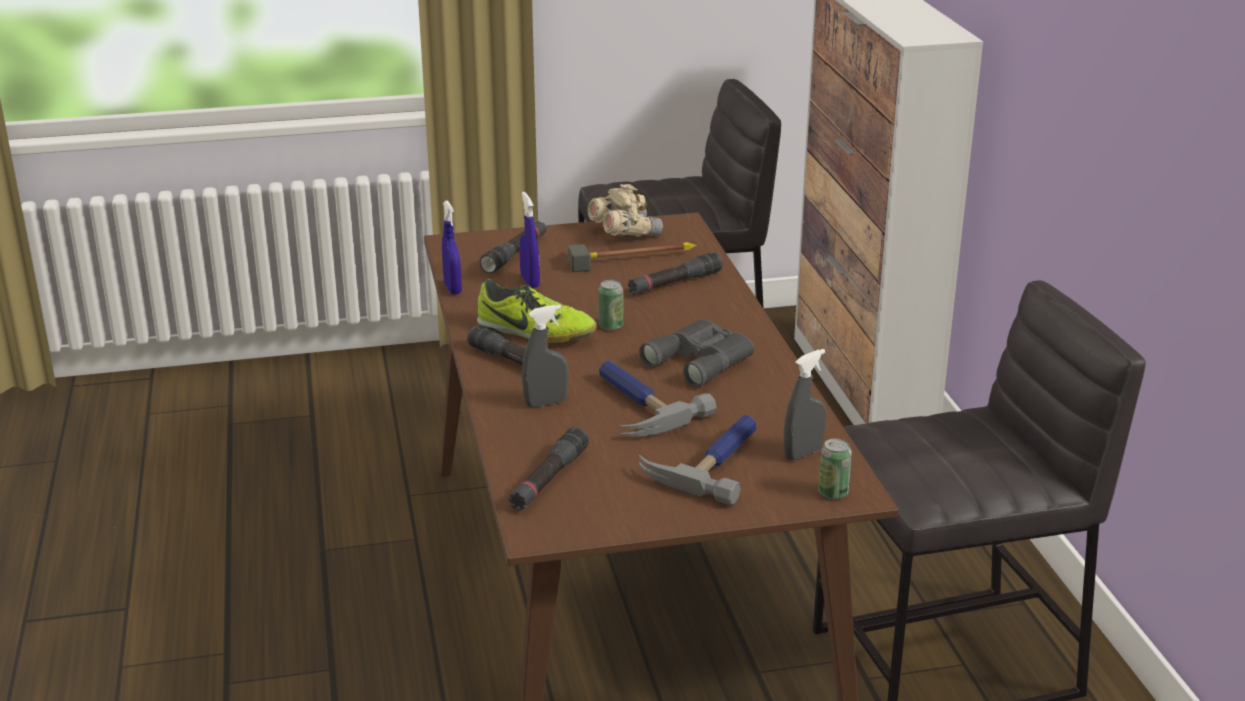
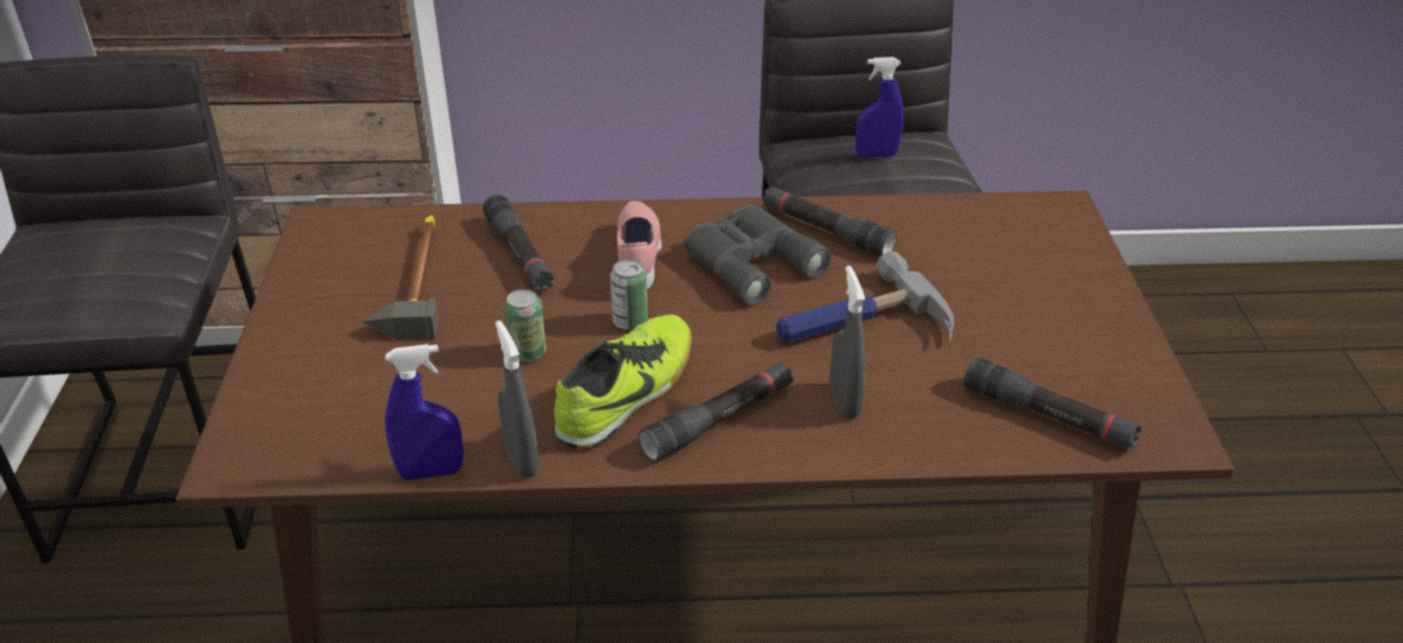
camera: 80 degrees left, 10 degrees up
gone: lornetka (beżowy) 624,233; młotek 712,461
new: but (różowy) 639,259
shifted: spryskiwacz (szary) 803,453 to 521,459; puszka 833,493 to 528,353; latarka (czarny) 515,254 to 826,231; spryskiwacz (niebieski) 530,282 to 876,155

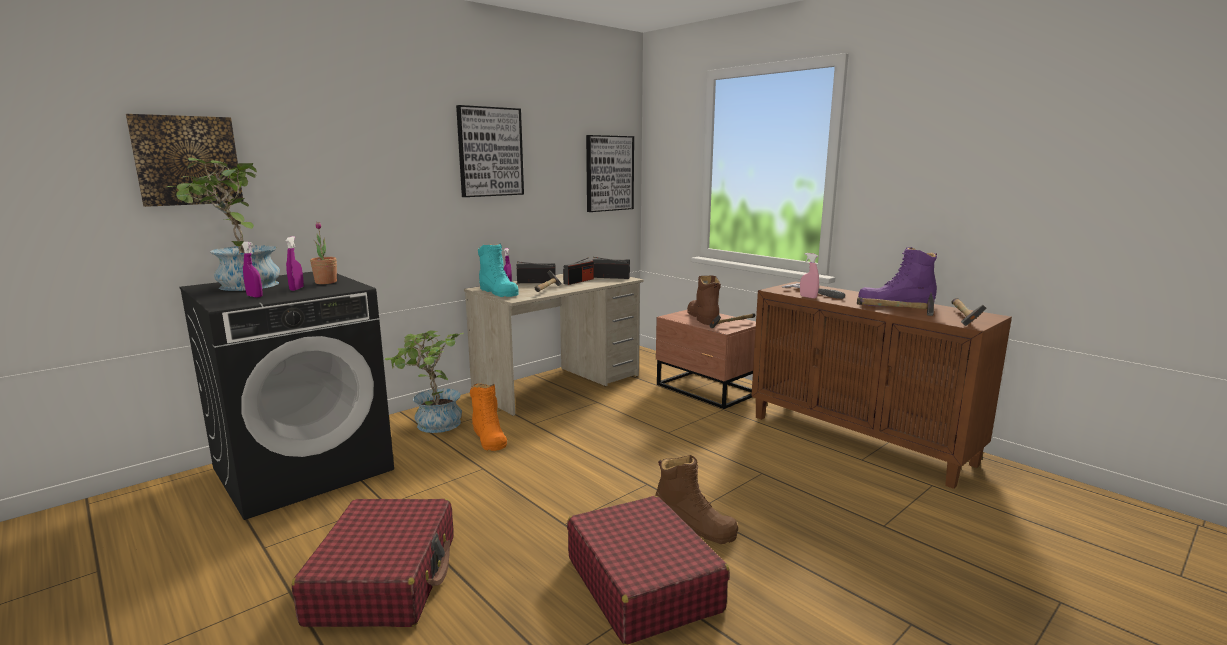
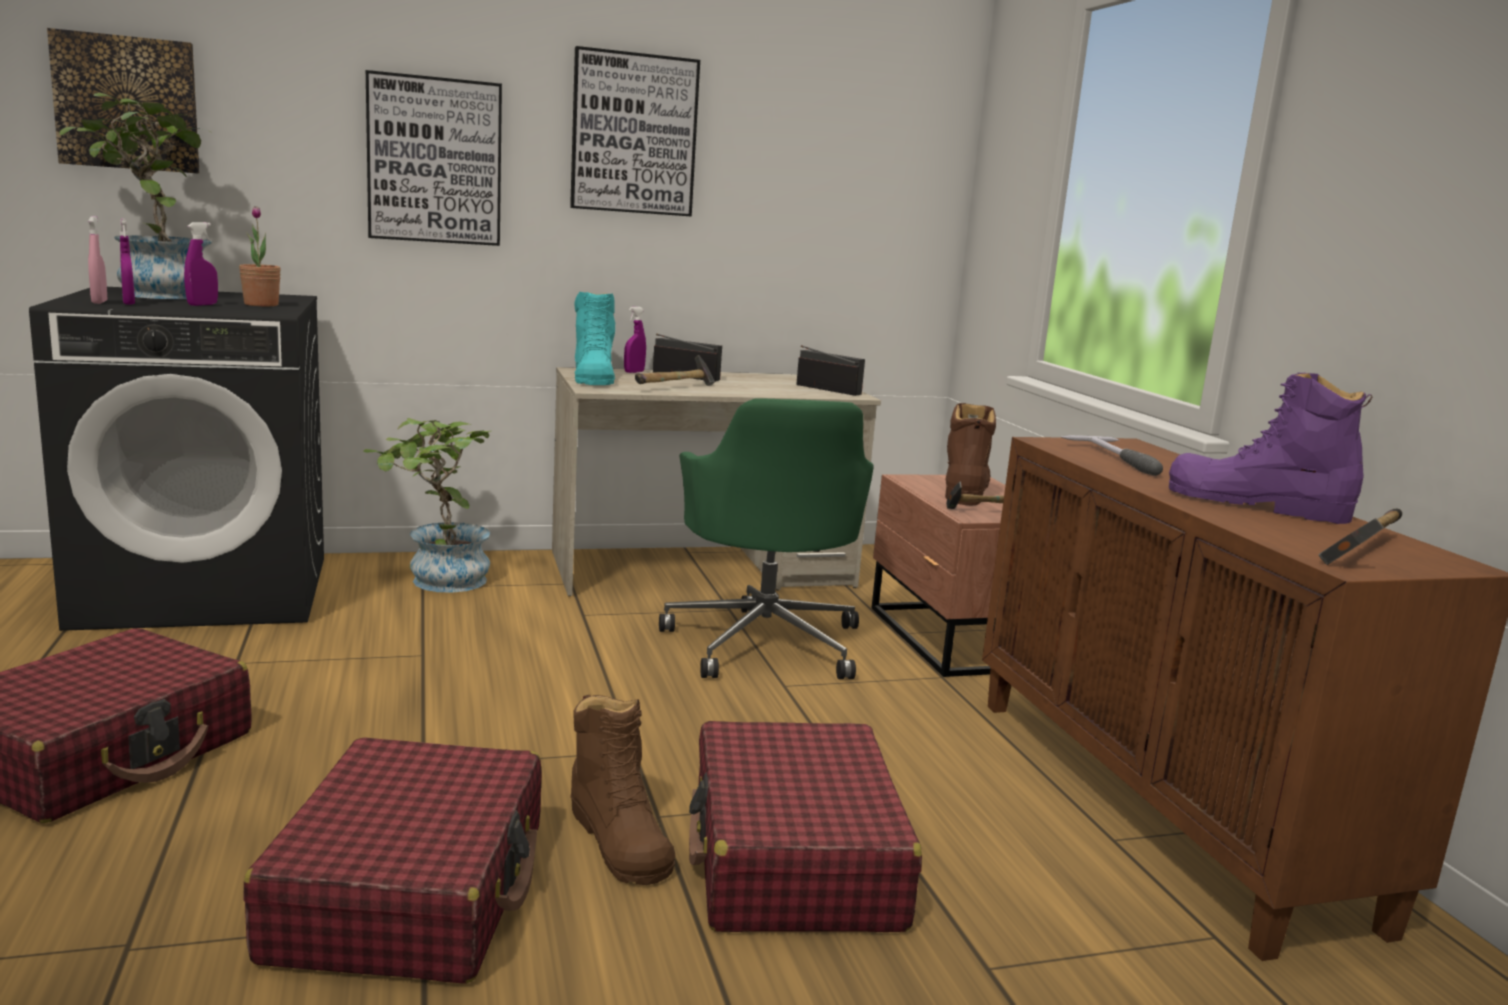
camera: 25 degrees right, 0 degrees up
gone: but z cholewką (pomarańczowy) 489,437; radio 579,281; młotek 896,312
new: krzesło biurowe (zielony) 765,642; walizka (czerwony) 793,858
shifted: spryskiwacz (różowy) 808,297 to 99,302; obraz 609,173 to 434,161

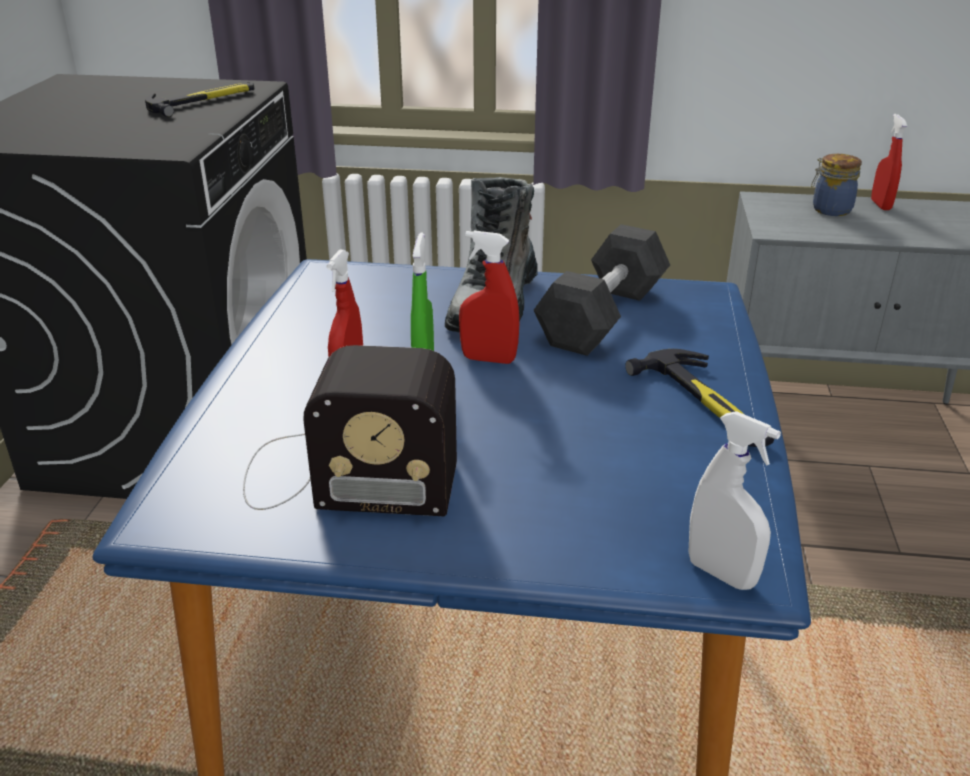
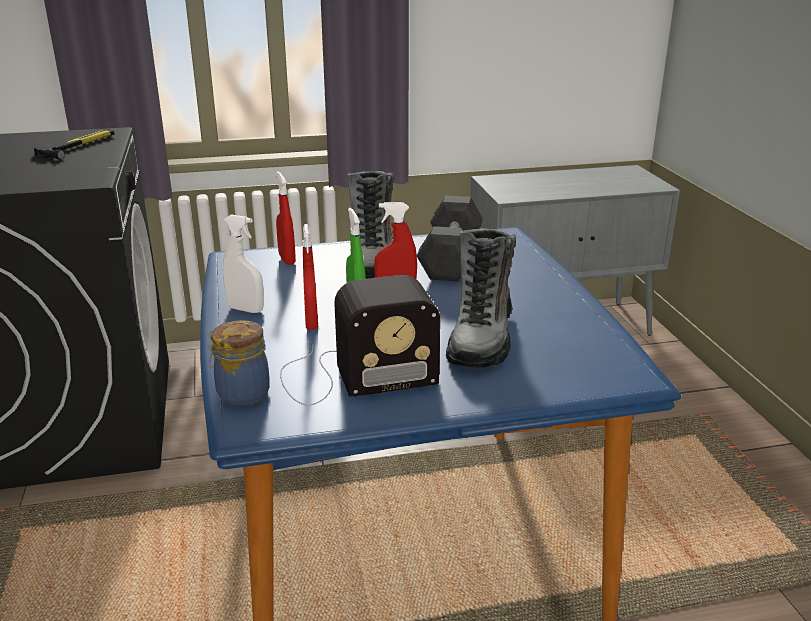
camera: 20 degrees left, 5 degrees down
gone: młotek 706,403
new: but z cholewką 481,337
shifted: słoik 829,209 to 241,393; spryskiwacz (biały) 721,573 to 246,309; spryskiwacz (czerwony) 880,205 to 287,259

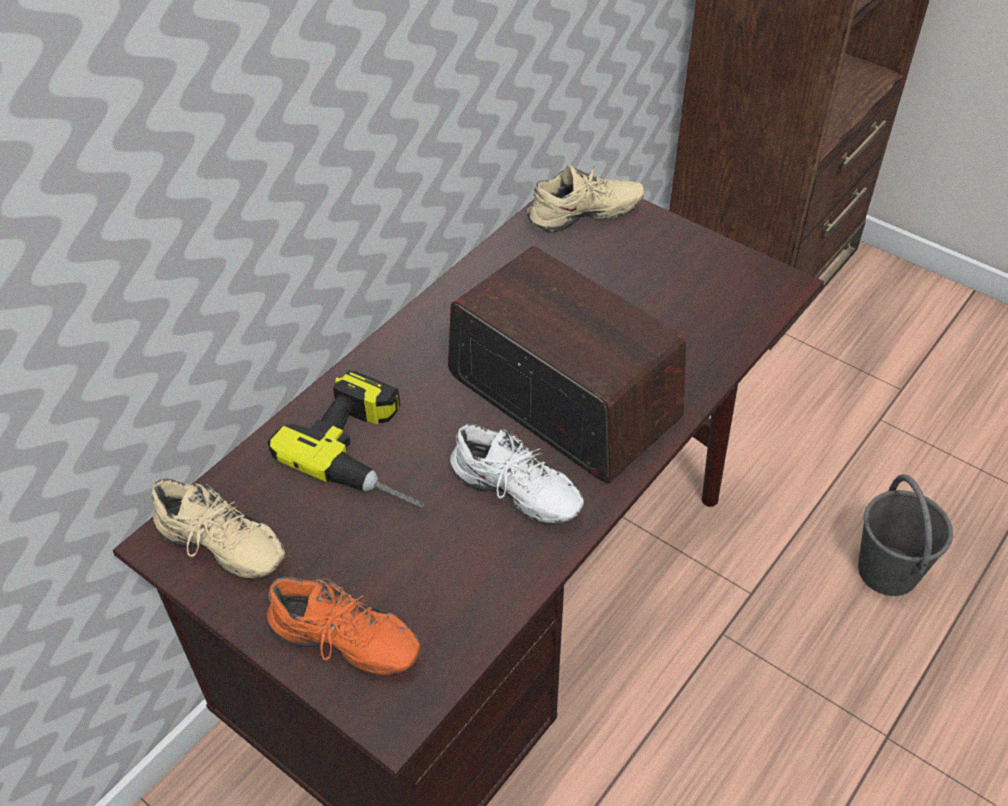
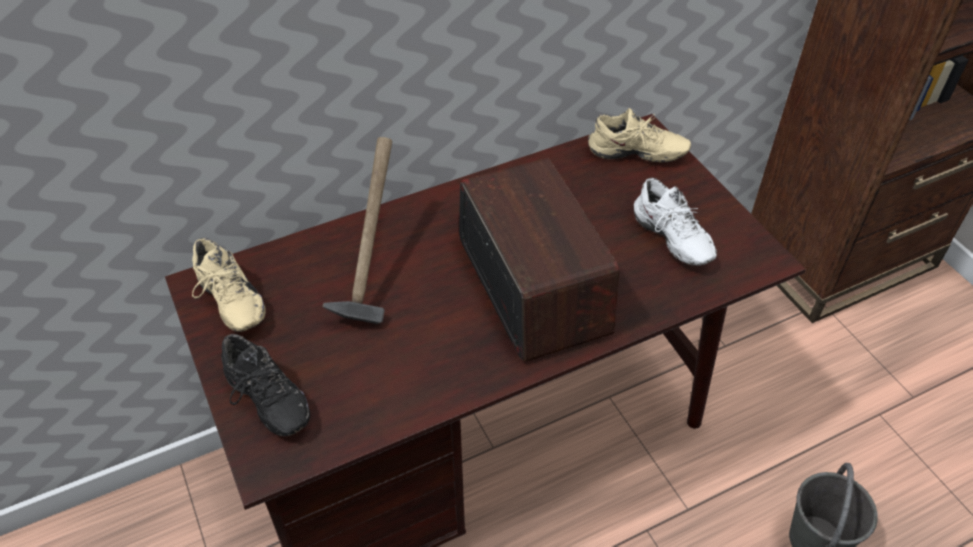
camera: 25 degrees right, 0 degrees up
shifted: but (biały) 513,496 to 669,240
swapped: wiertarka 373,451 to młotek 371,274
repainted: but (pomarańczowy) 342,647 to but (czarny) 264,402

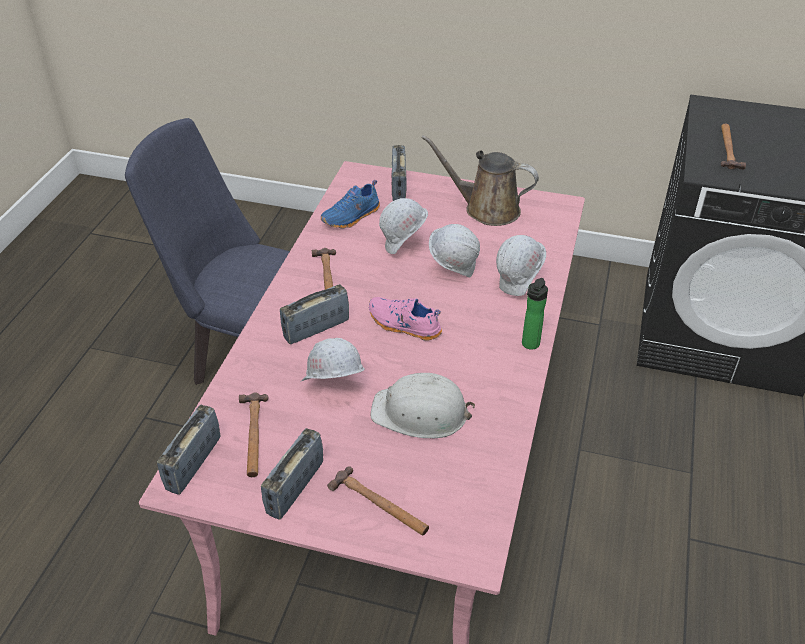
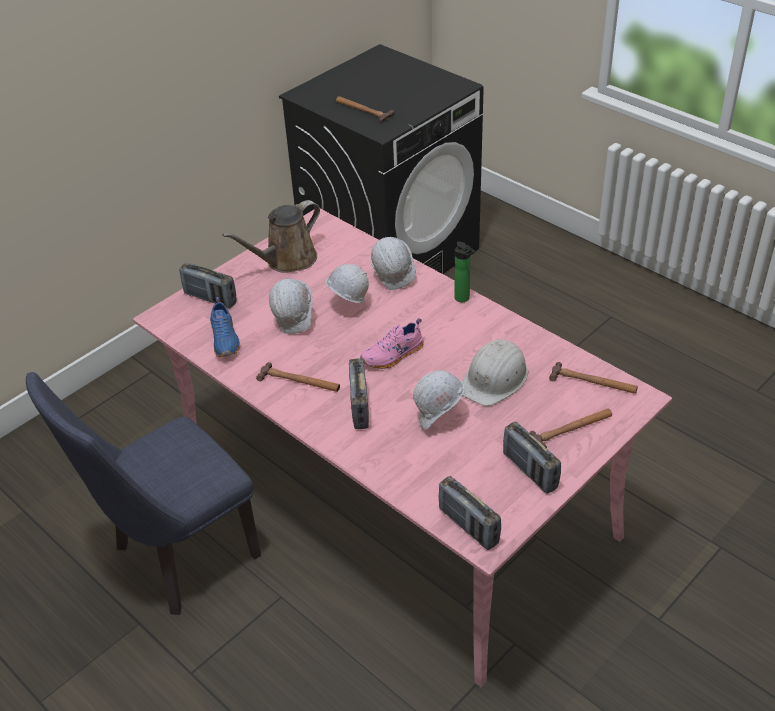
camera: 60 degrees left, 0 degrees up
shifted: młotek 253,435 to 593,382

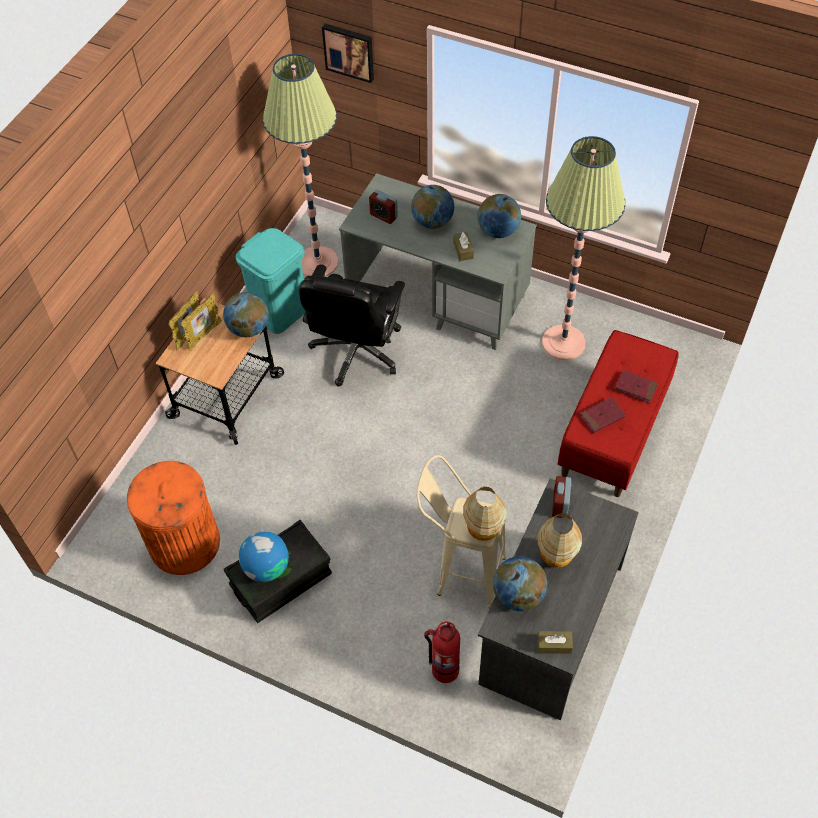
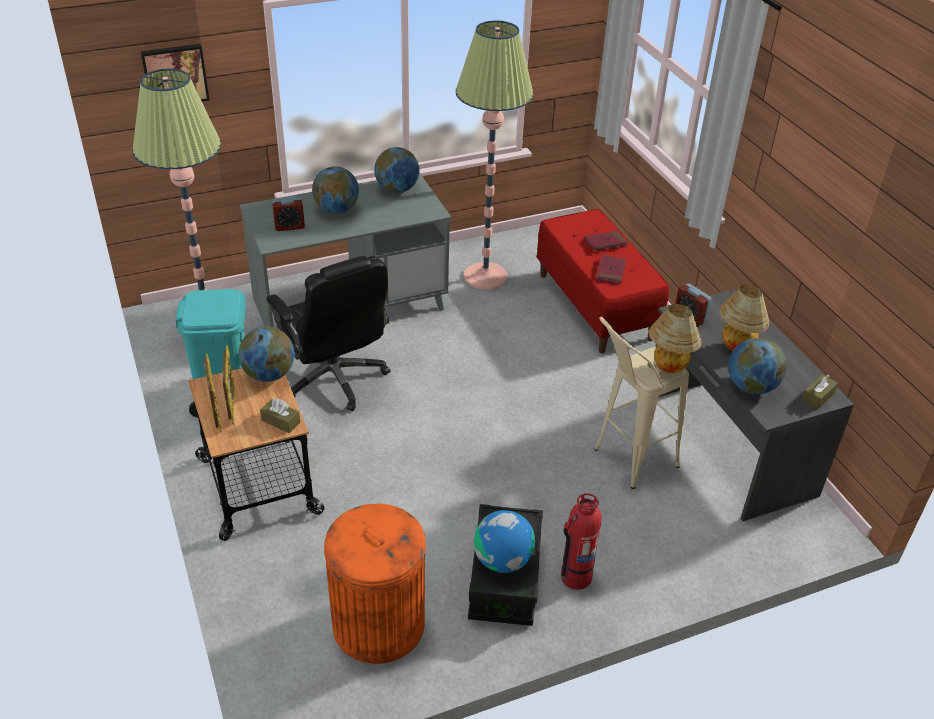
camera: 50 degrees left, 15 degrees down
shifted: pudełko chusteczek (brązowy) 463,250 to 280,421; gaśnica 444,669 to 575,576

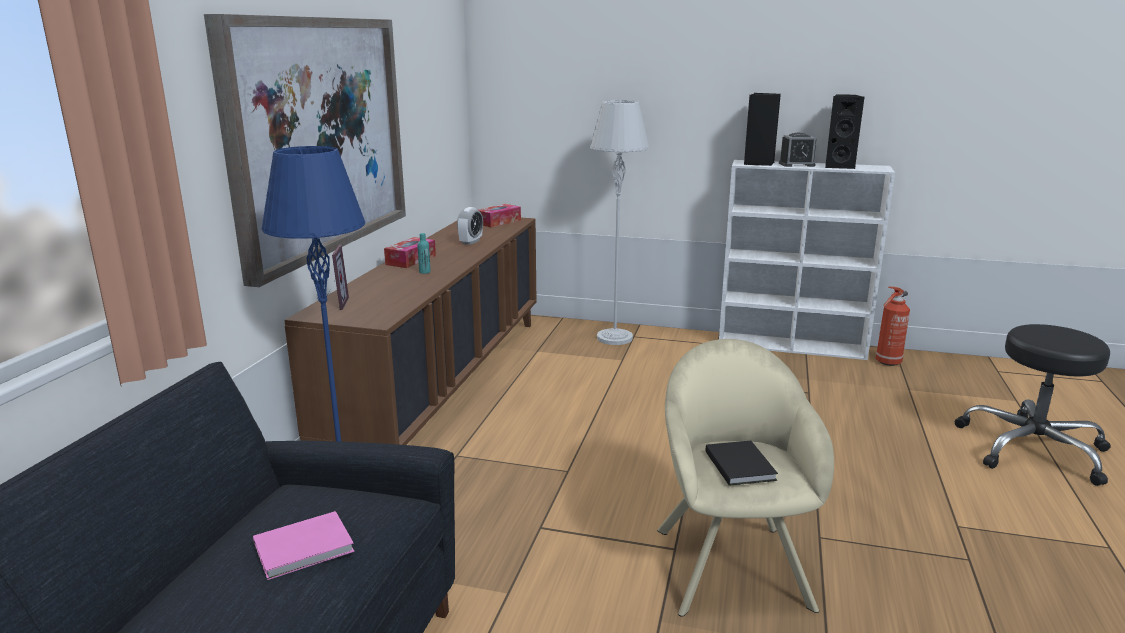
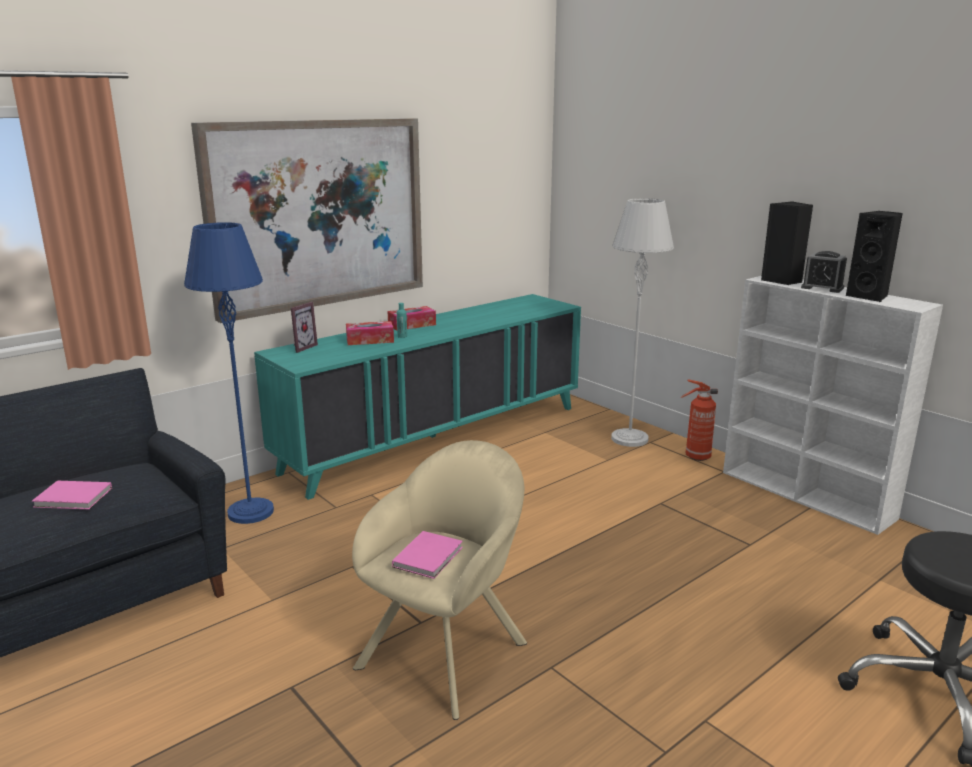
camera: 35 degrees right, 0 degrees up
gone: budzik 471,242
shifted: pudełko chusteczek 498,222 to 370,340; gaśnica 887,362 to 696,457
repainted: szafka (brązowy) 443,384 to szafka (turkusowy) 436,438; książka (czarny) 740,464 to książka (różowy) 430,556

